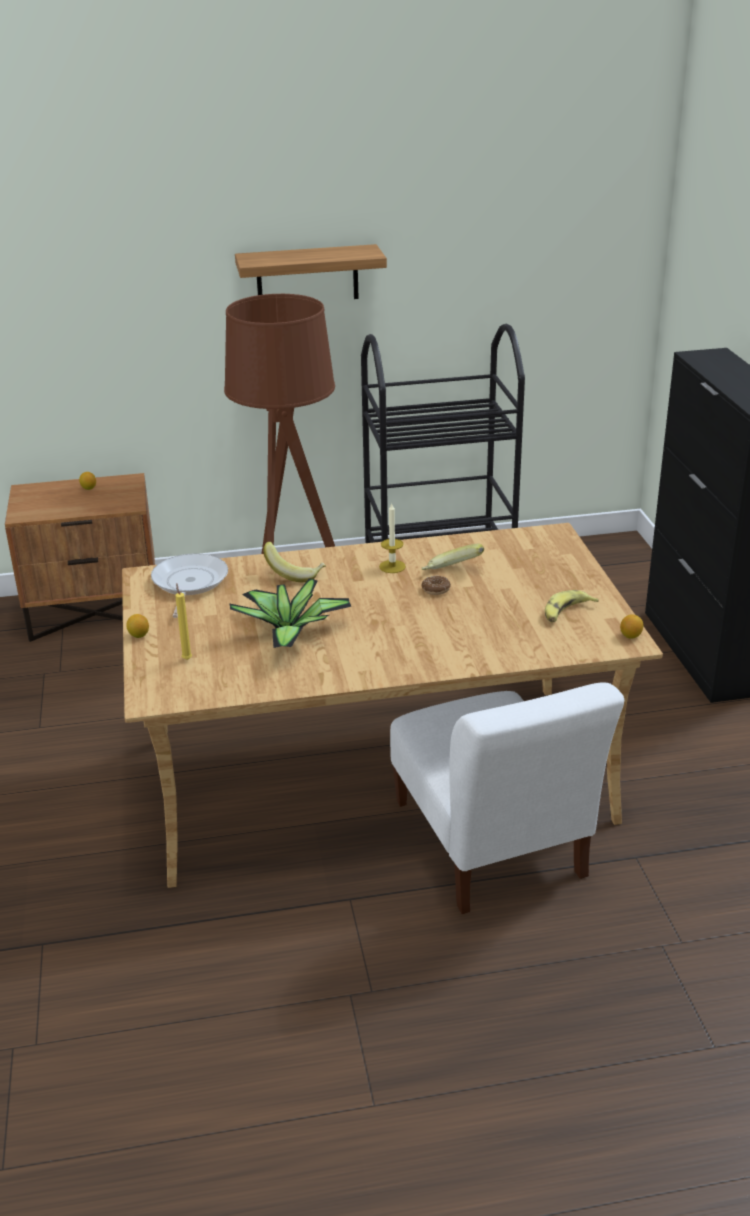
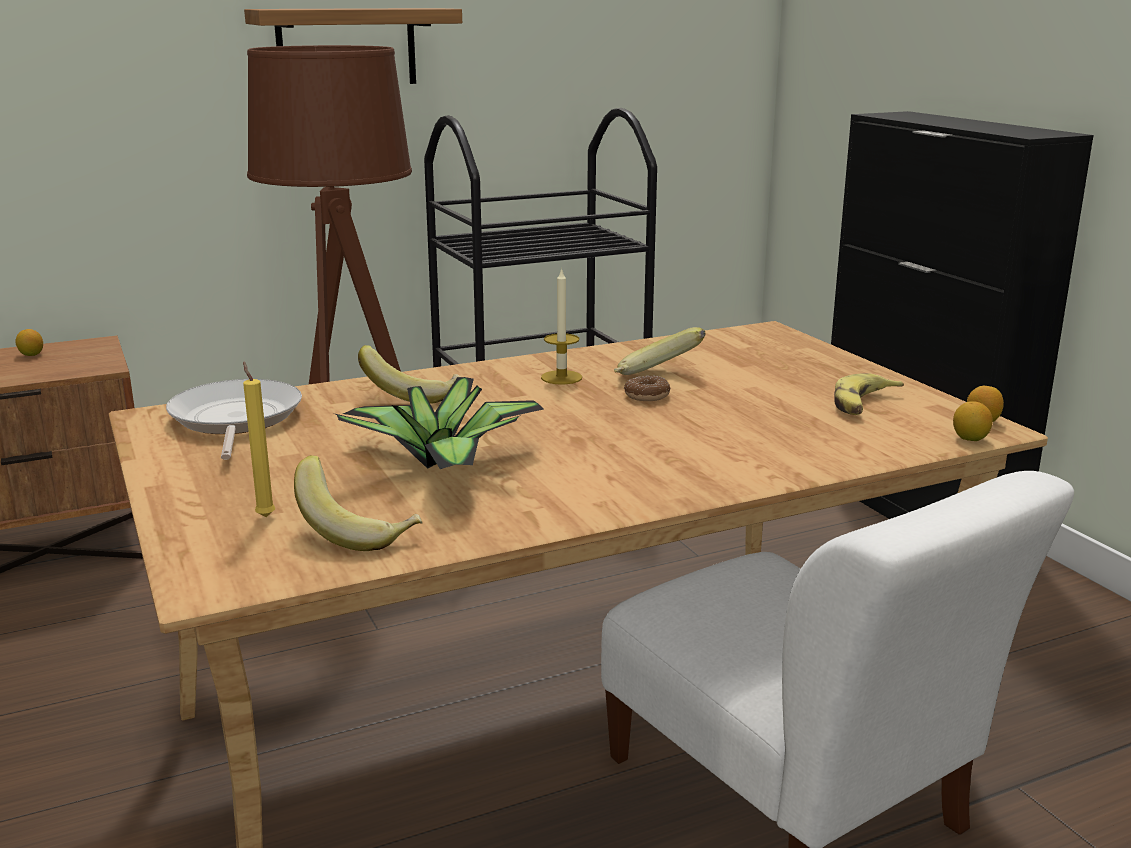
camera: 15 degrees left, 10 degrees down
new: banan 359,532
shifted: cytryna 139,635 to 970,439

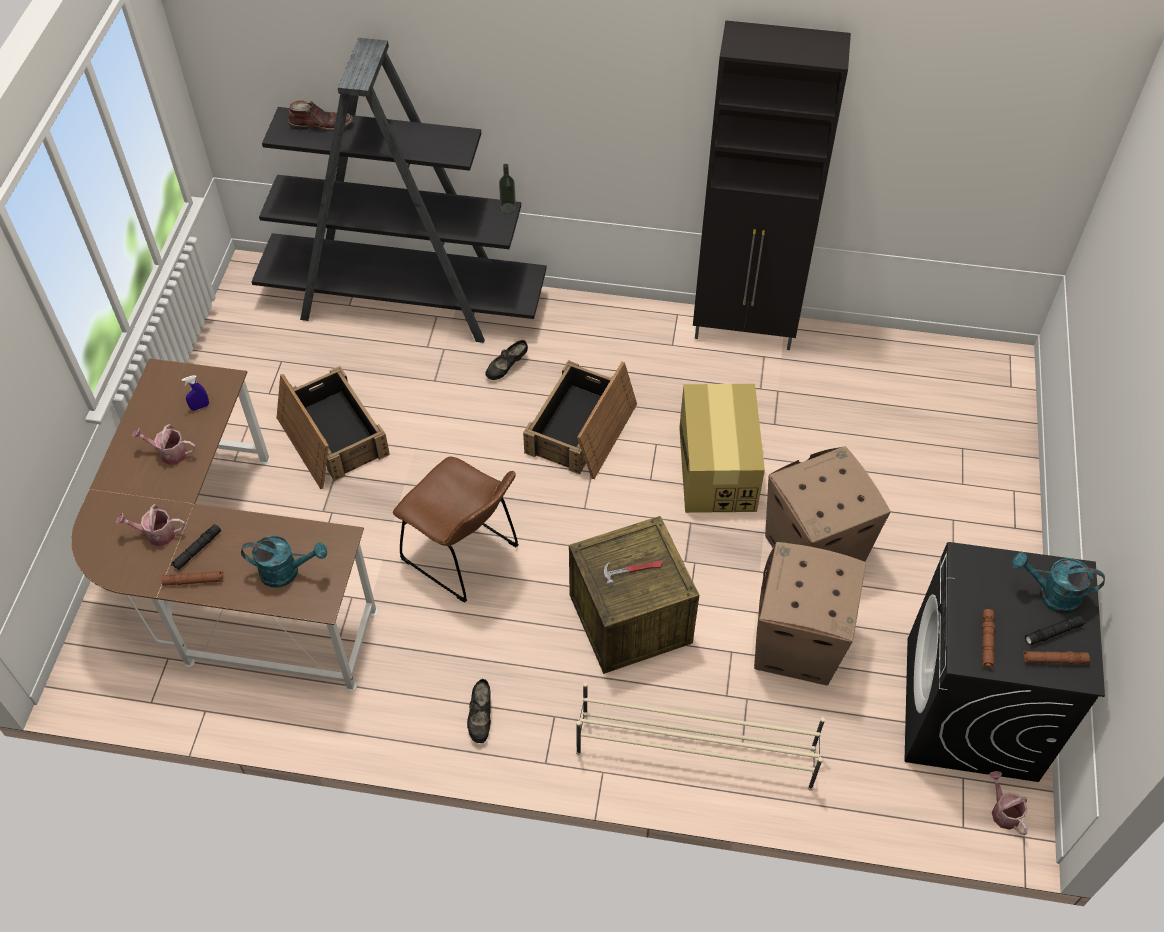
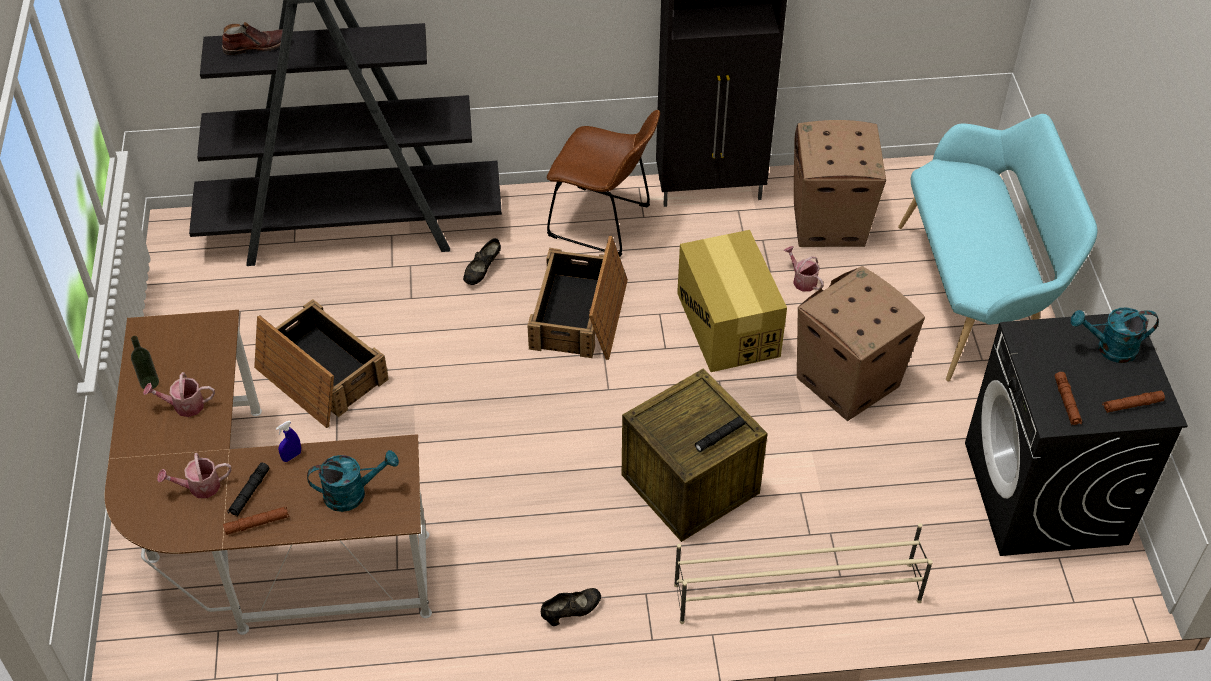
camera: 15 degrees left, 5 degrees down
gone: młotek 633,570
new: ławka (turkusowy) 976,296
shifted: butelka 508,208 to 149,383; spryskiwacz (niebieski) 200,407 to 292,456; krzesło (brązowy) 464,556 to 604,223; latarka (czarny) 1053,632 to 720,436; konewka 1003,811 to 802,280; karton 797,646 to 829,224
rotated: but (czarny) 480,718 = 571,612 105 degrees counterclockwise

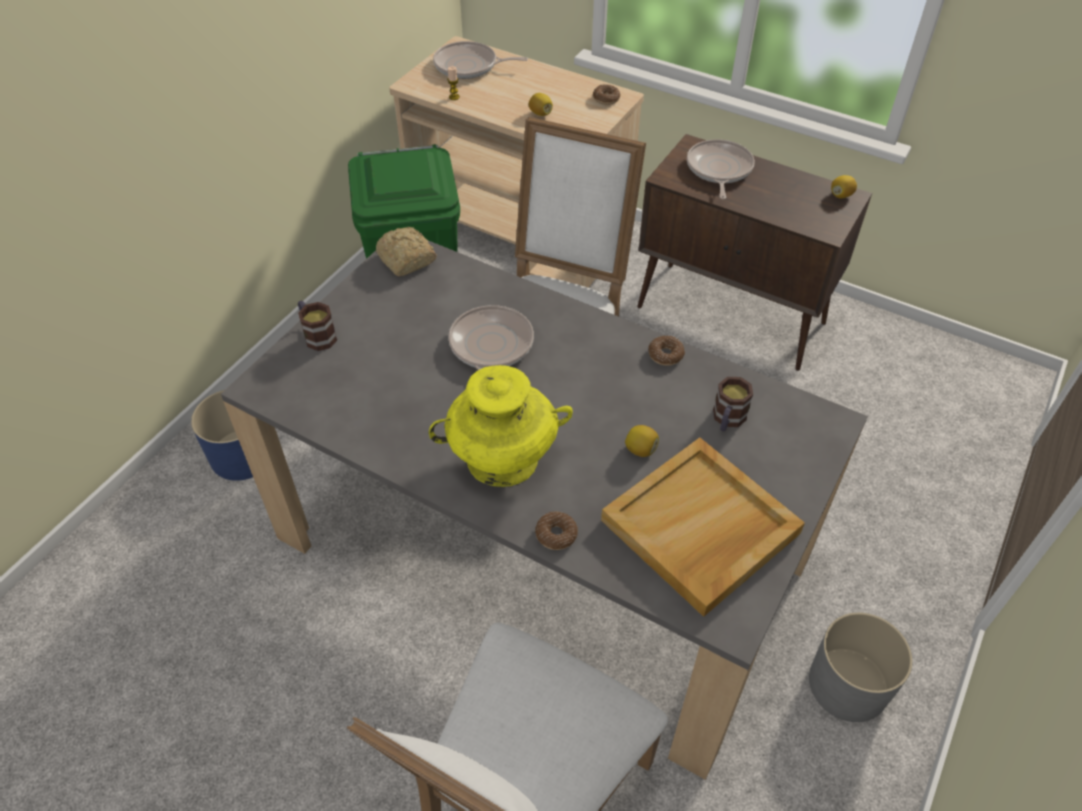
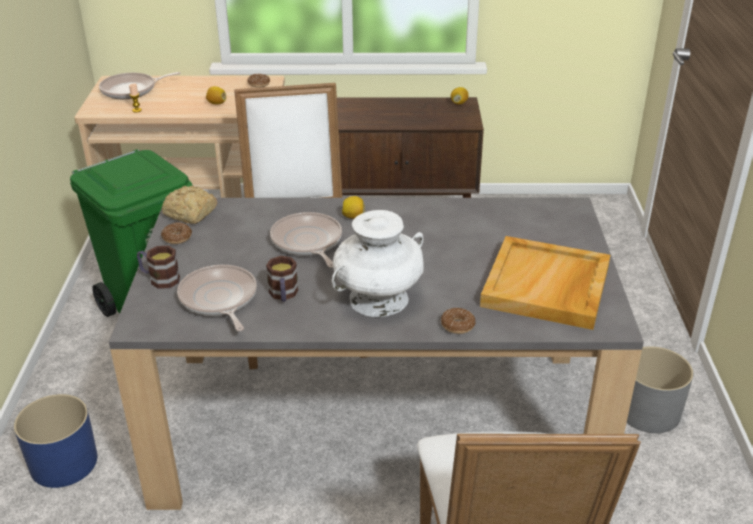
camera: 30 degrees left, 15 degrees down
shifted: donut 665,355 to 177,237; patelnia 718,170 to 219,299; kubek 727,420 to 283,295; cytryna 640,450 to 353,216
repainted: wazon (żółty) 503,458 to wazon (biały) 379,299

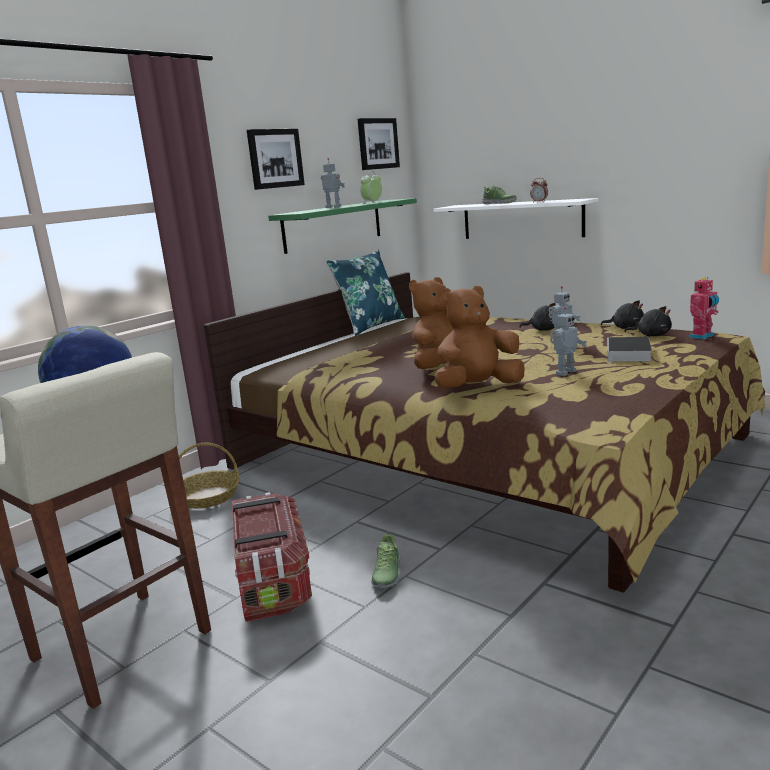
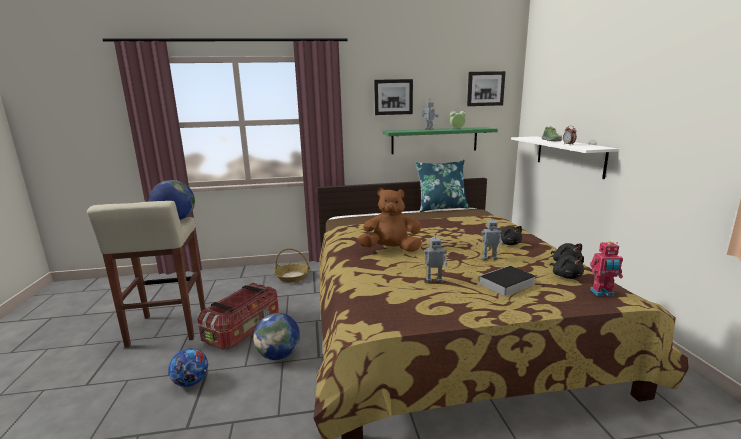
camera: 40 degrees right, 0 degrees up
gone: pluszak (brązowy) 478,388
new: piłka futbolowa 191,382
swapped: but 386,573 to globus 279,355

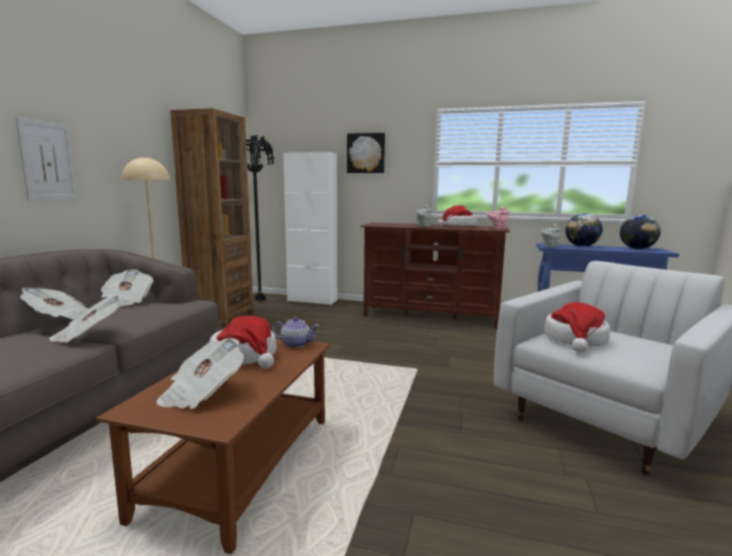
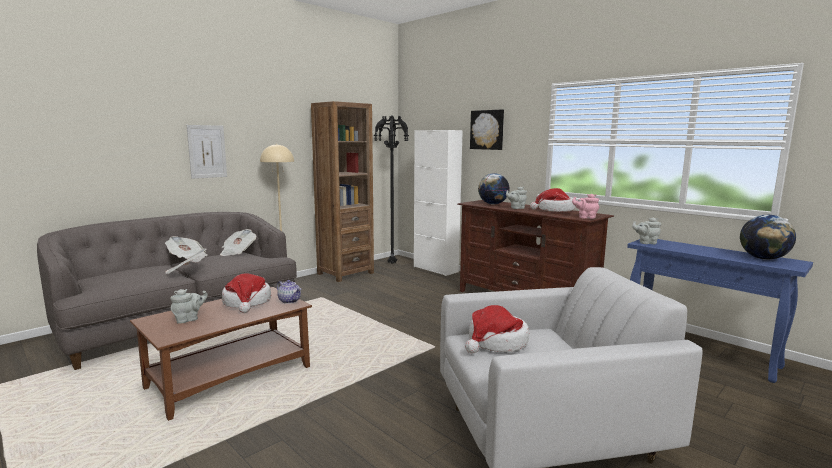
camera: 30 degrees right, 0 degrees up
shifted: globus 581,246 to 492,204
swapped: gazeta 202,393 to imbryk (szary) 189,319

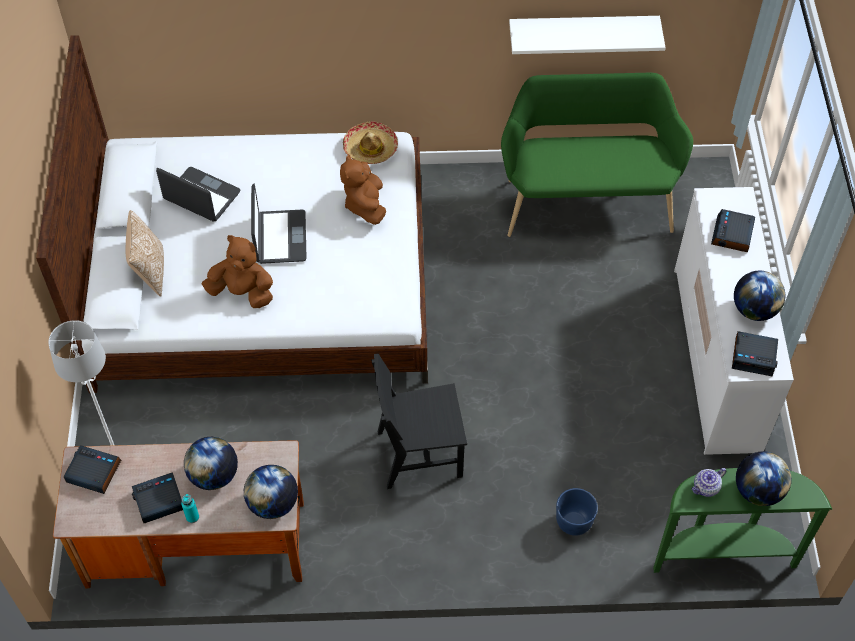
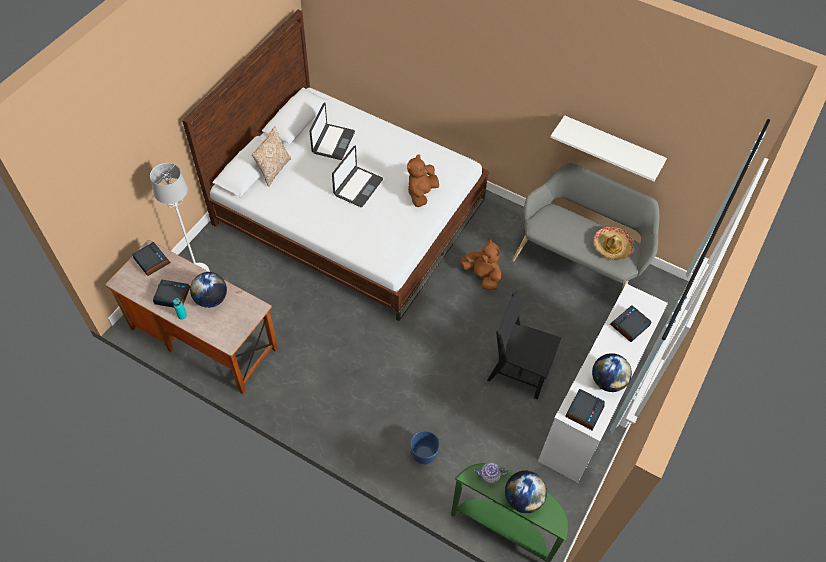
camera: 30 degrees right, 0 degrees up
gone: globus 273,504
shifted: pluszak (brązowy) 242,292 to 482,276; krzesło (czarny) 419,454 to 519,370; kapelusz 370,149 to 612,247
repainted: ławka (zielony) 586,200 to ławka (szary) 578,264
rotated: laptop 201,196 = 332,142 45 degrees clockwise; budzik 754,356 = 584,411 105 degrees counterclockwise

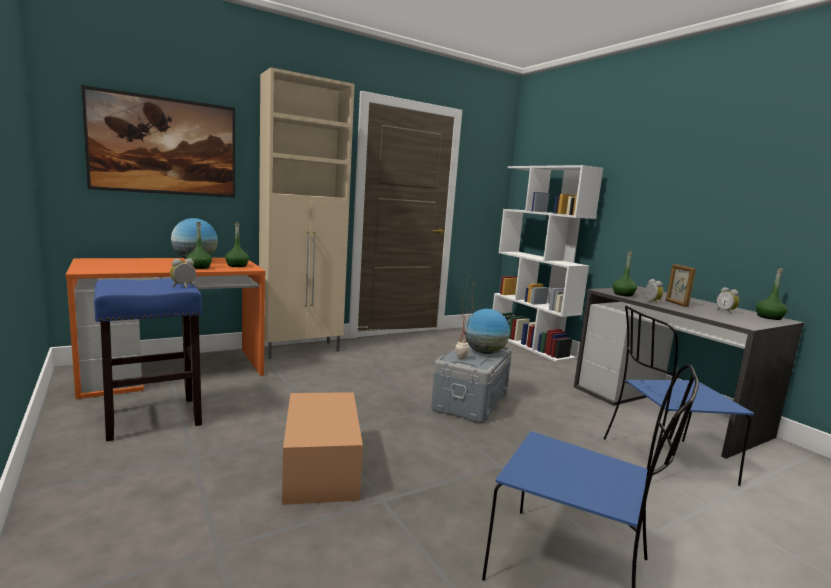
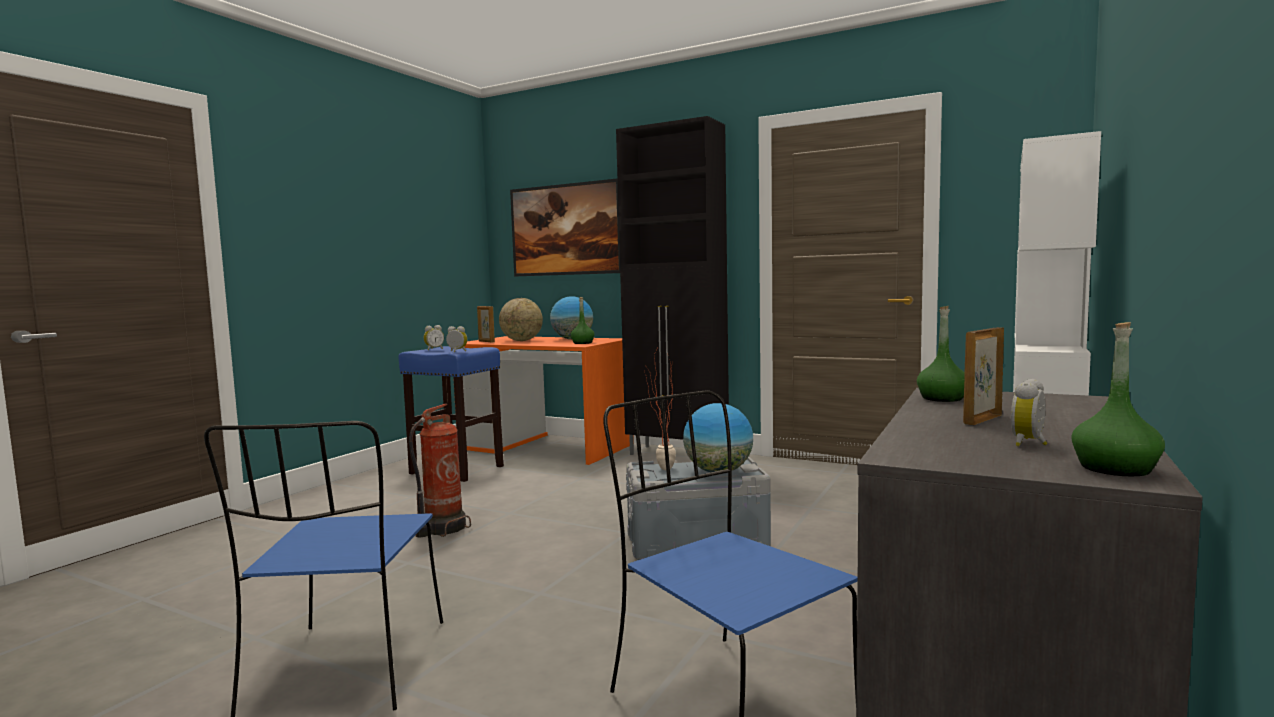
camera: 60 degrees right, 5 degrees down
gone: butelka (zielony) 199,267
new: ramka na zdjęcie 486,341; globus 521,340
shifted: budzik 651,302 to 434,349
swapped: karton 320,467 to gaśnica 441,529
repainted: szafka (beżowy) 302,350 to szafka (czarny) 678,455

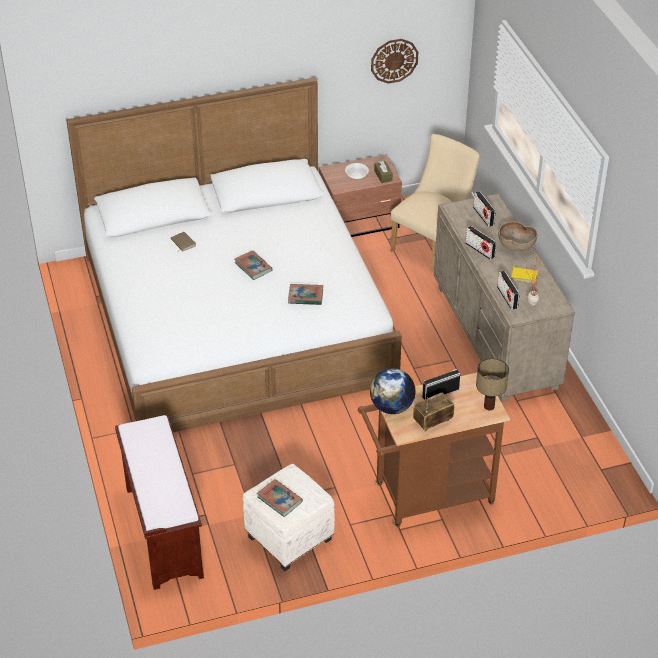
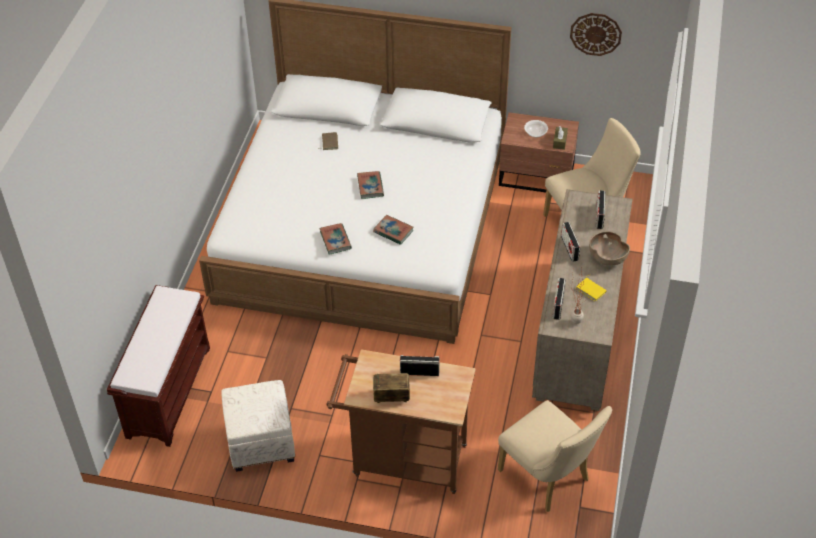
camera: 30 degrees right, 5 degrees up
gone: globus 391,407; lampa stołowa 488,406
new: krzesło (beżowy) 548,479
shifted: książka 279,500 to 335,240

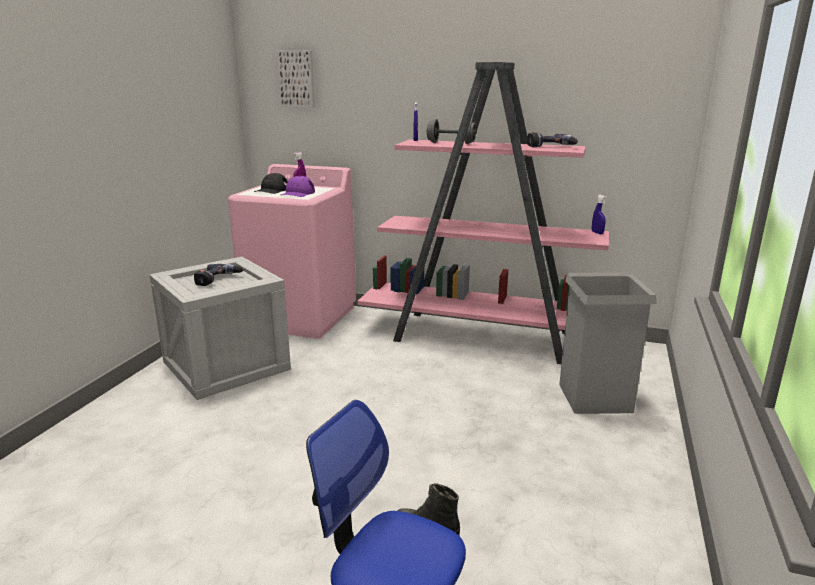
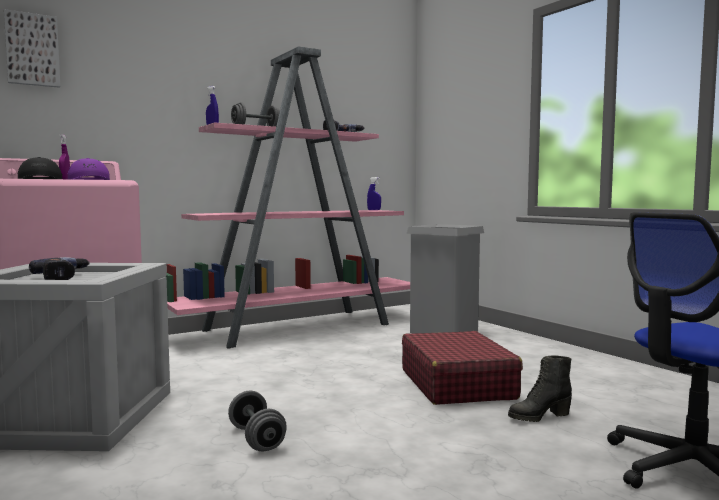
camera: 50 degrees left, 15 degrees down
new: hantel (szary) 256,439; walizka (czerwony) 457,384

